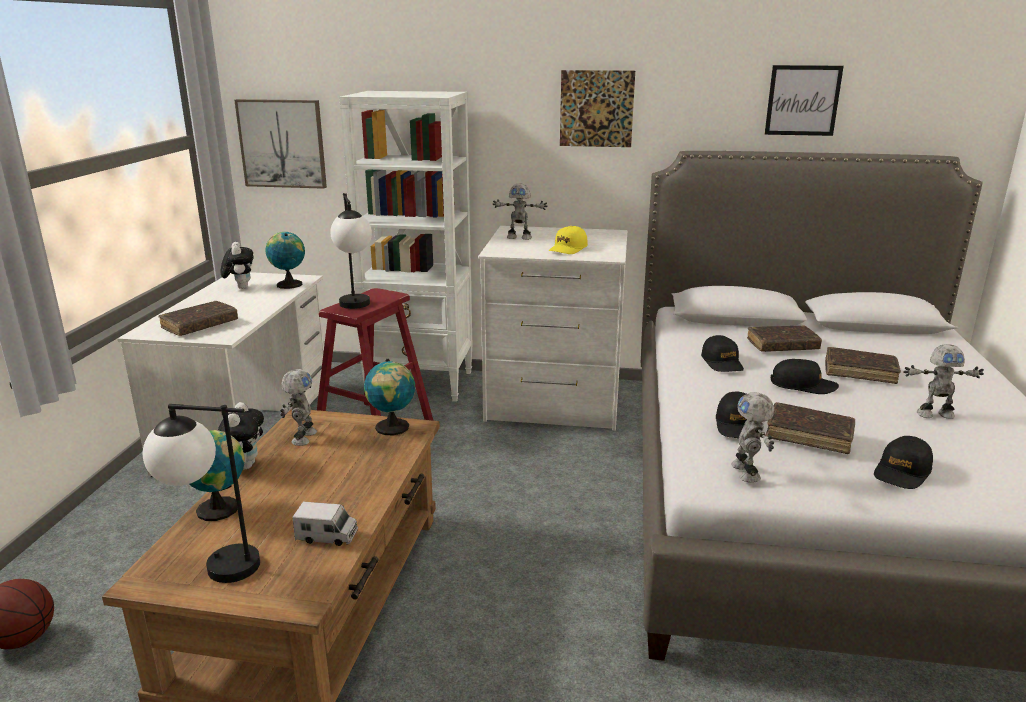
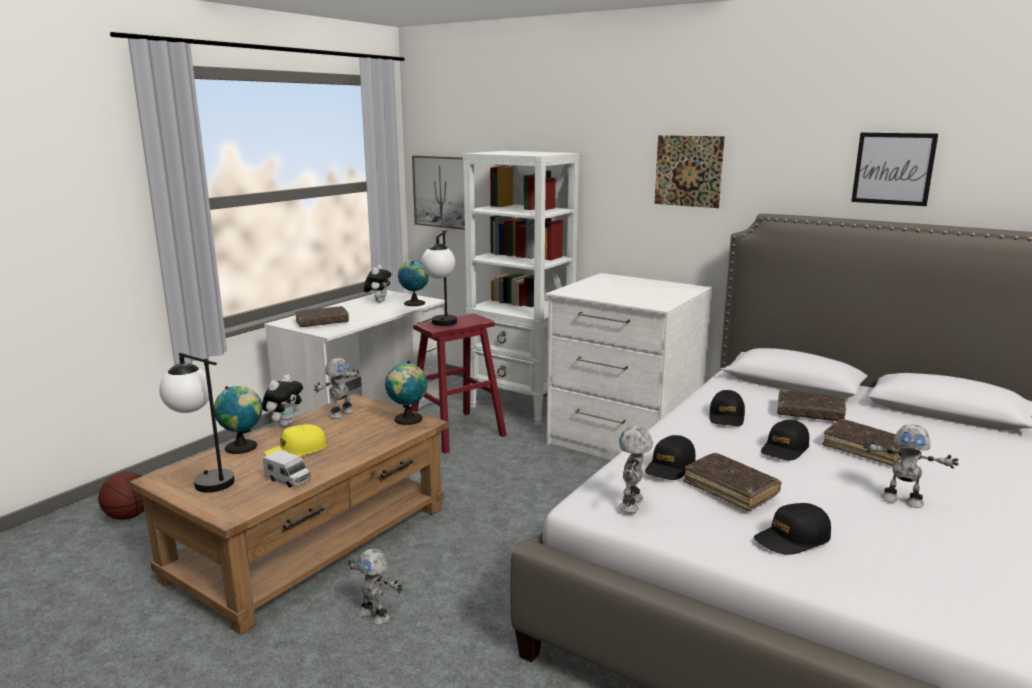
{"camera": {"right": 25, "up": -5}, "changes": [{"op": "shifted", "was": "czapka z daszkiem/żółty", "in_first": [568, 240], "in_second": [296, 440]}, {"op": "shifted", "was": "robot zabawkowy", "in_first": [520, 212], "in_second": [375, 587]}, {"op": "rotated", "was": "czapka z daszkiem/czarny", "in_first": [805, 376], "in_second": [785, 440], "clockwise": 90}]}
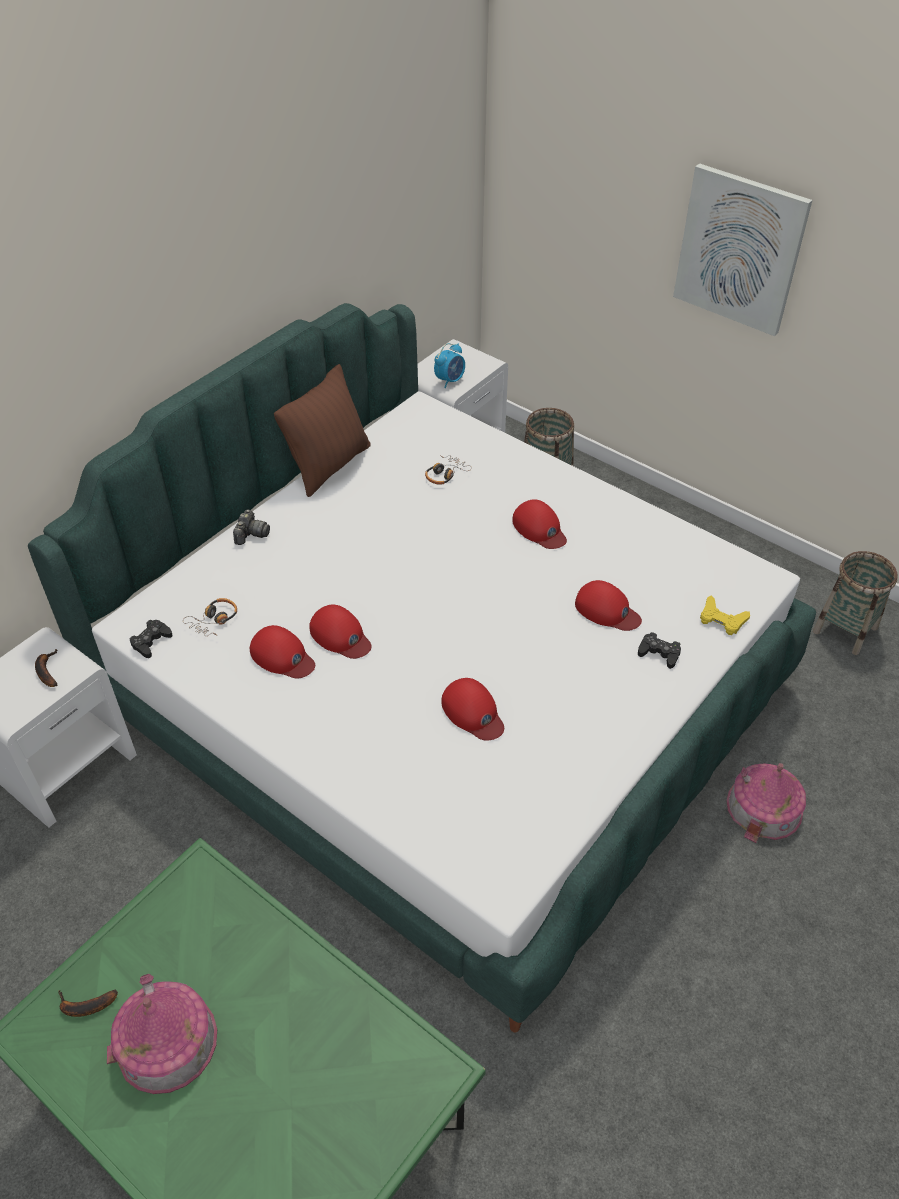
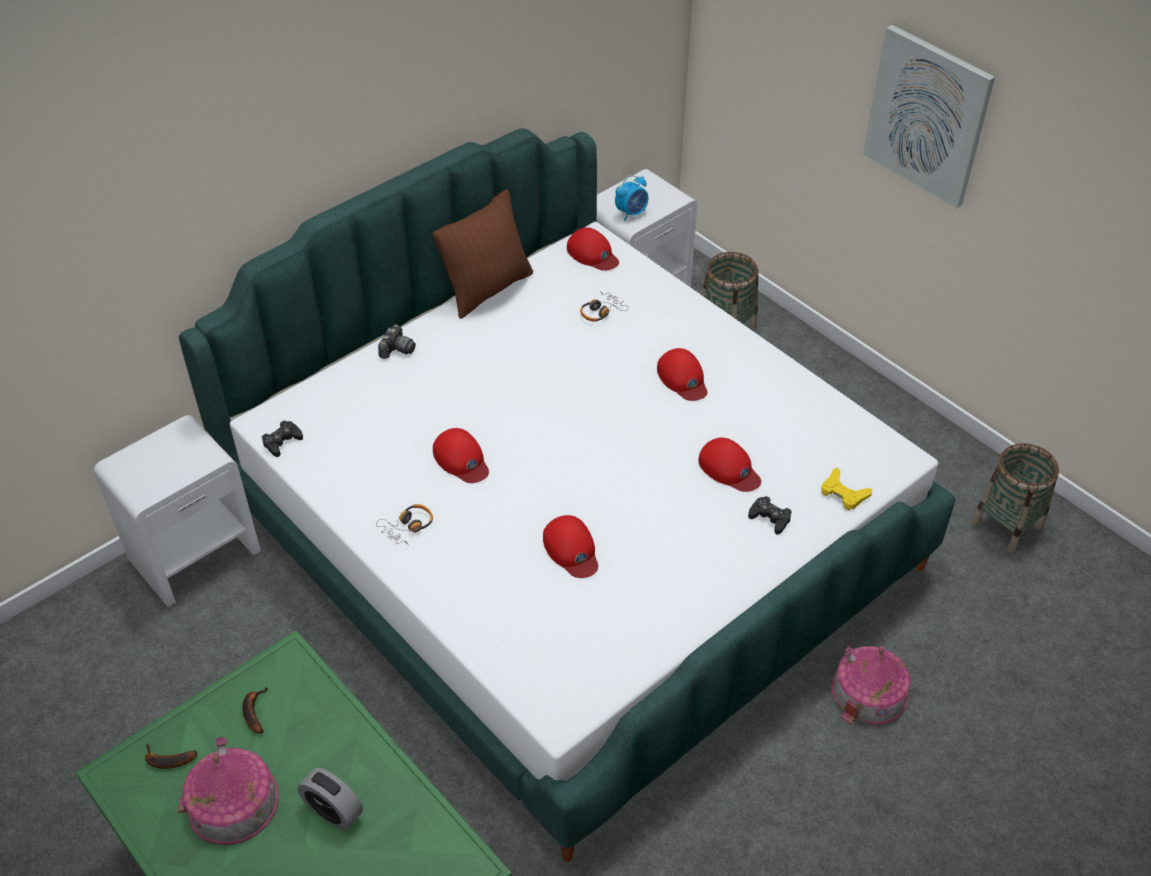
{"camera": {"right": 10, "up": 0}, "changes": [{"op": "shifted", "was": "banan", "in_first": [46, 668], "in_second": [255, 710]}, {"op": "new", "now": "budzik", "in_second": [330, 799]}, {"op": "shifted", "was": "słuchawki", "in_first": [210, 617], "in_second": [404, 524]}, {"op": "shifted", "was": "czapka z daszkiem/czerwony", "in_first": [282, 652], "in_second": [593, 249]}]}
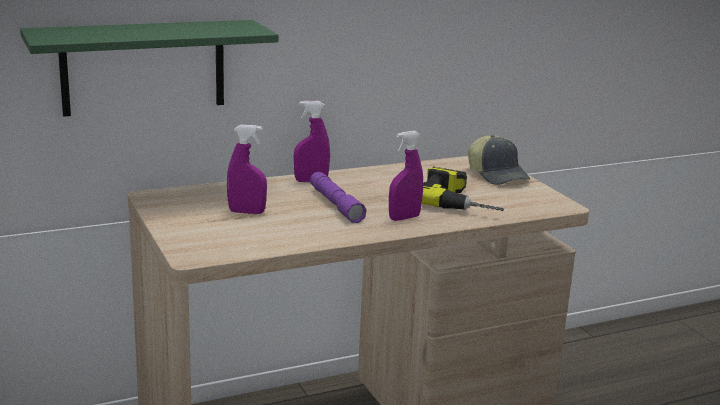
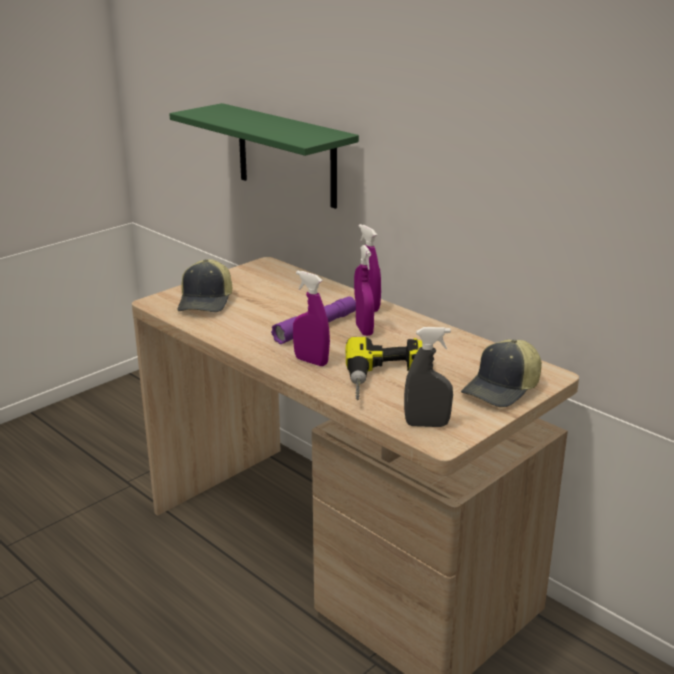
{"camera": {"right": 70, "up": 5}, "changes": [{"op": "new", "now": "czapka z daszkiem", "in_second": [205, 285]}, {"op": "shifted", "was": "spryskiwacz/fioletowy", "in_first": [247, 169], "in_second": [365, 290]}, {"op": "new", "now": "spryskiwacz/szary", "in_second": [428, 377]}]}
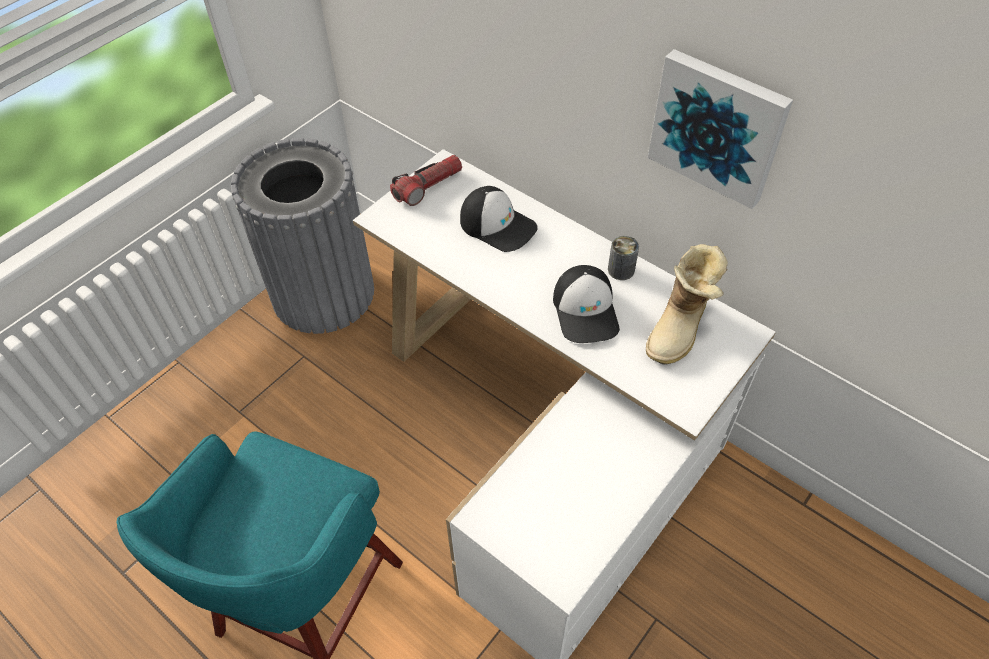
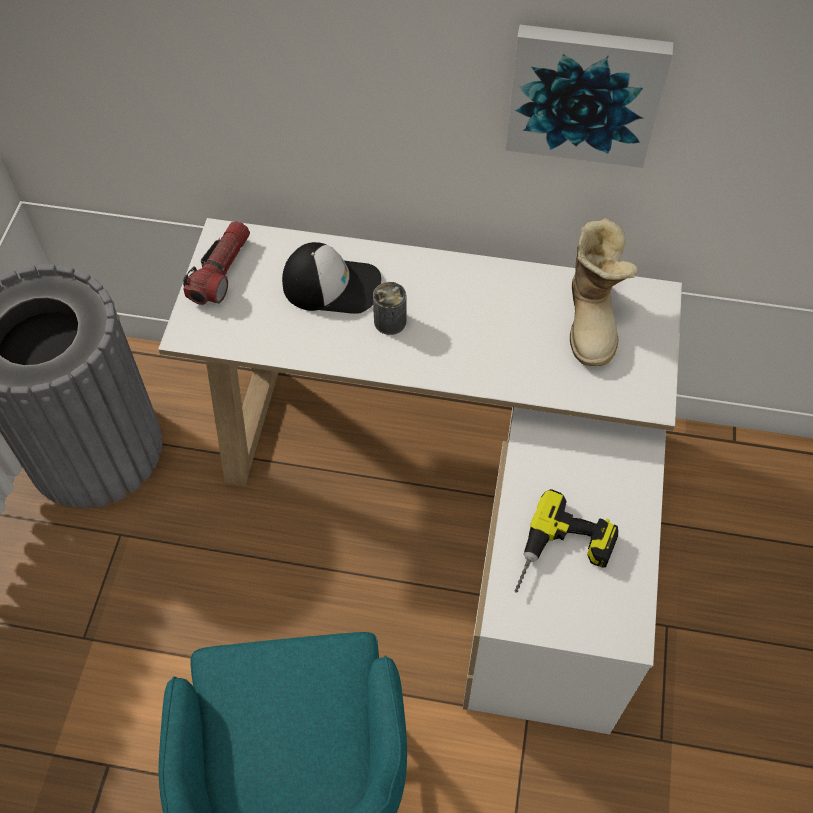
{"camera": {"right": -30, "up": 5}, "changes": [{"op": "shifted", "was": "puszka", "in_first": [623, 258], "in_second": [389, 308]}, {"op": "new", "now": "wiertarka", "in_second": [566, 540]}, {"op": "gone", "was": "czapka z daszkiem", "in_first": [586, 304]}]}
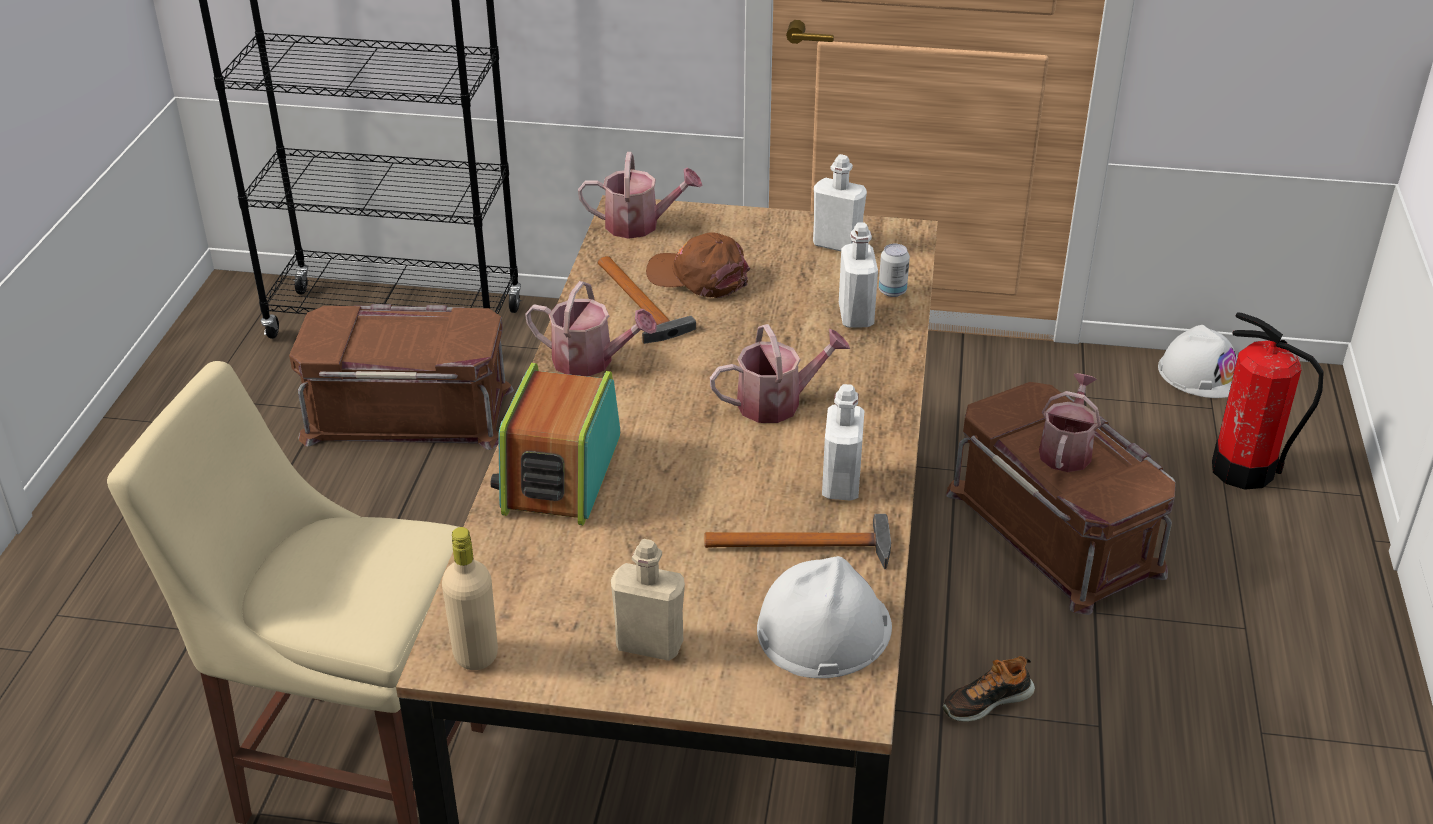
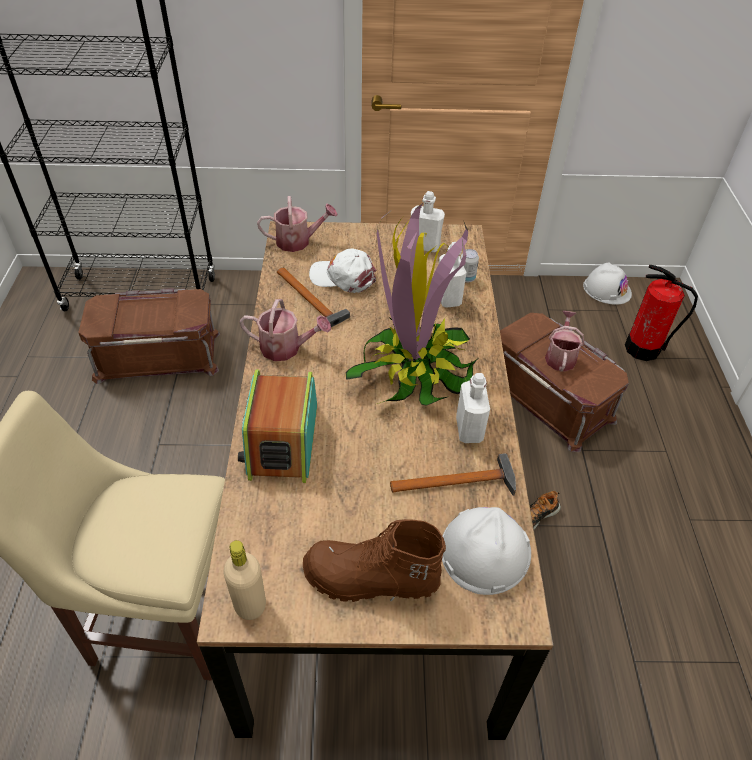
{"camera": {"right": -10, "up": 10}, "changes": [{"op": "swapped", "was": "butelka/beżowy", "now": "but z cholewką/brązowy", "in_first": [648, 600], "in_second": [374, 560]}, {"op": "repainted", "was": "czapka z daszkiem/brązowy", "now": "czapka z daszkiem/biały", "in_first": [698, 265], "in_second": [343, 271]}, {"op": "swapped", "was": "konewka", "now": "roślina doniczkowa", "in_first": [780, 373], "in_second": [411, 304]}]}
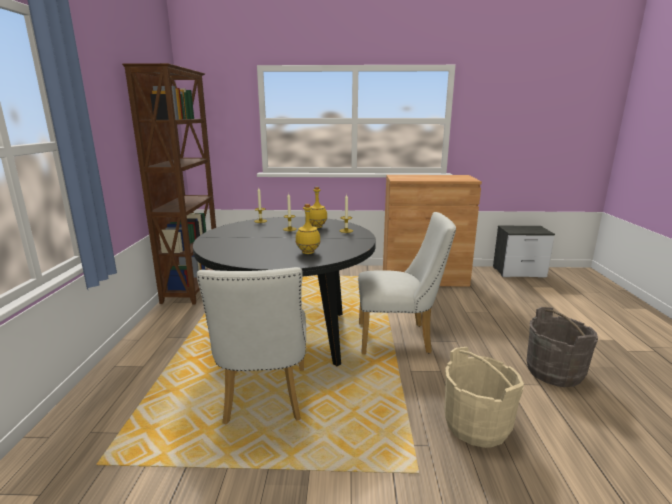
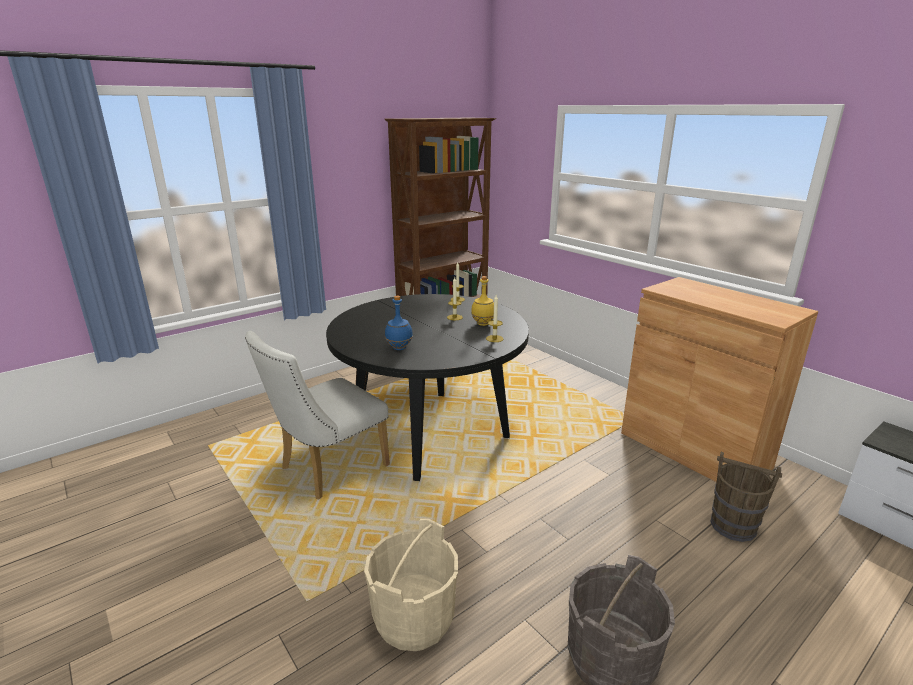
{"camera": {"right": 50, "up": 5}, "changes": [{"op": "repainted", "was": "butelka/żółty", "now": "butelka/niebieski", "in_first": [308, 229], "in_second": [399, 323]}, {"op": "new", "now": "wiadro/brązowy", "in_second": [746, 497]}, {"op": "gone", "was": "krzesło/biały", "in_first": [407, 283]}]}
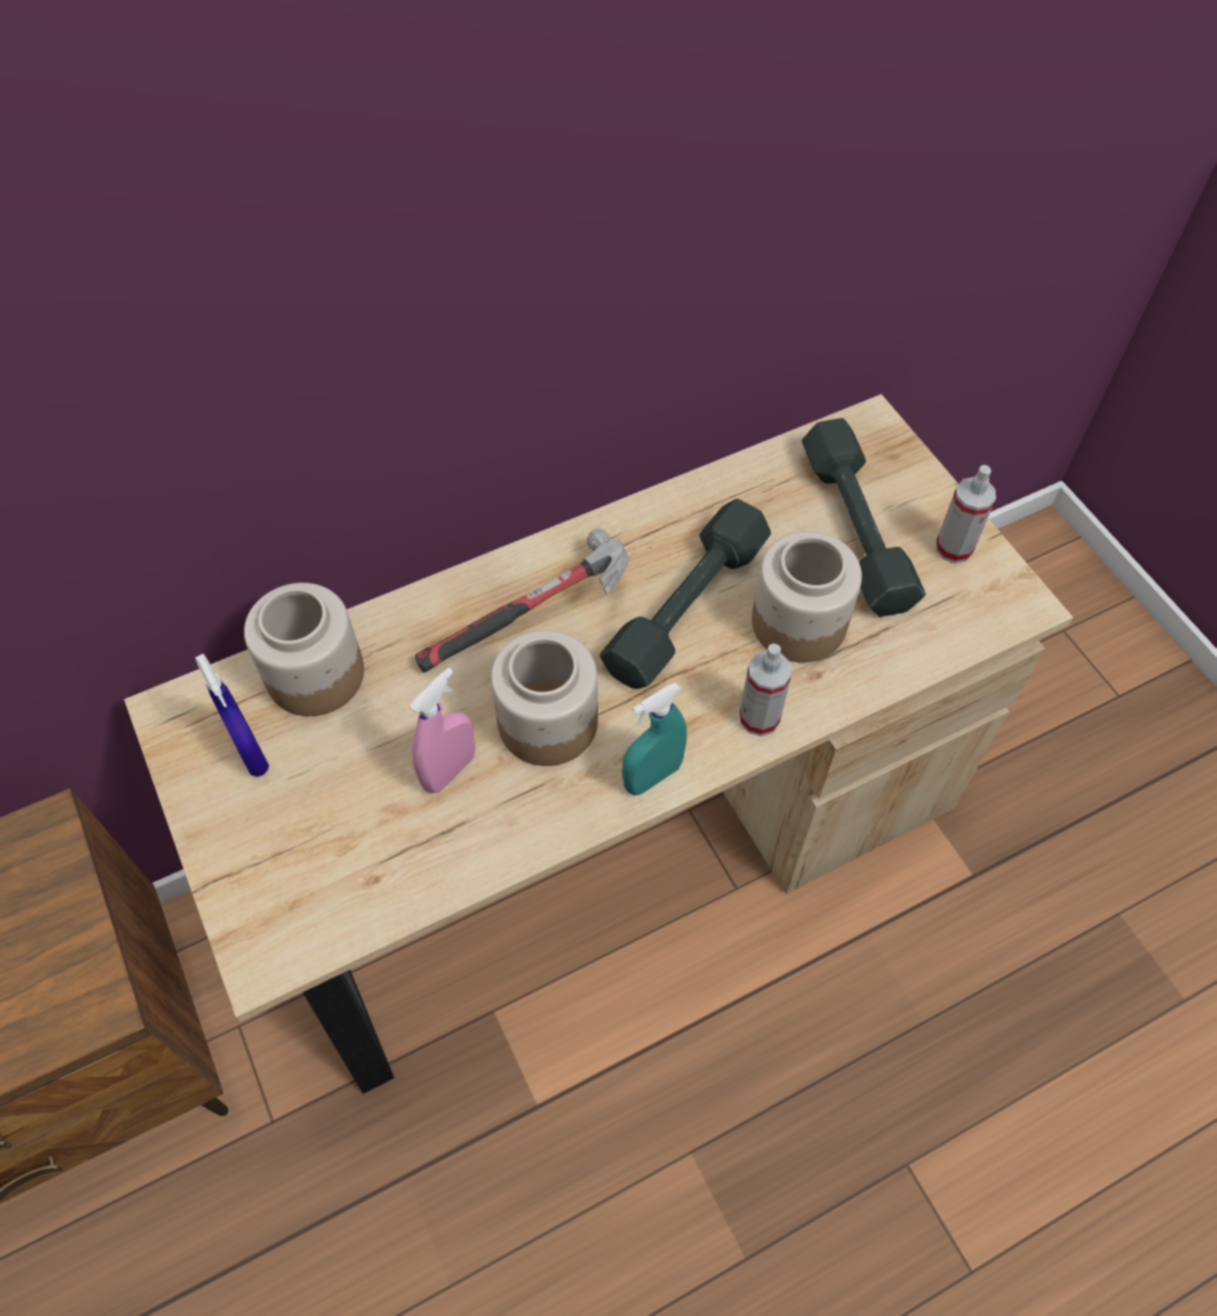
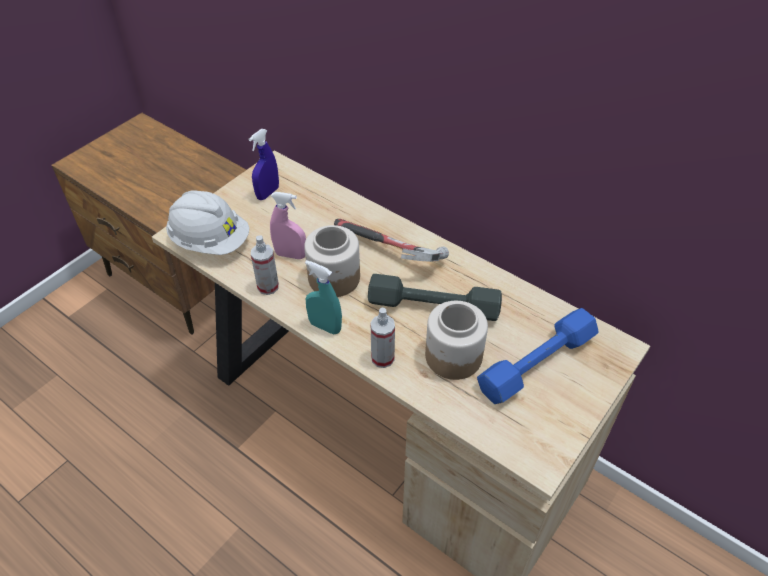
{"camera": {"right": 65, "up": -10}, "changes": [{"op": "new", "now": "kask/biały", "in_second": [207, 223]}, {"op": "shifted", "was": "spryskiwacz", "in_first": [966, 514], "in_second": [265, 265]}, {"op": "repainted", "was": "hantel/szary", "now": "hantel/niebieski", "in_first": [864, 517], "in_second": [538, 356]}, {"op": "gone", "was": "słoik", "in_first": [304, 649]}]}
